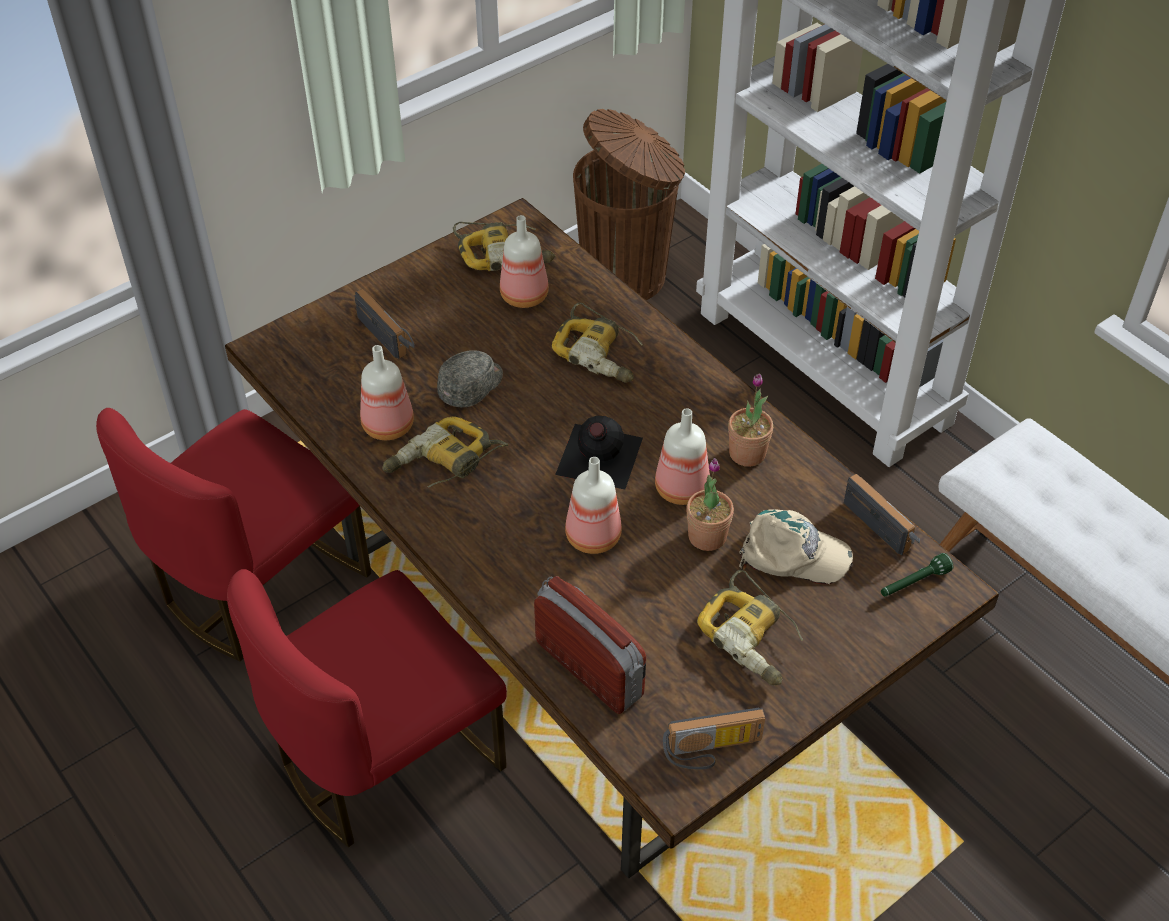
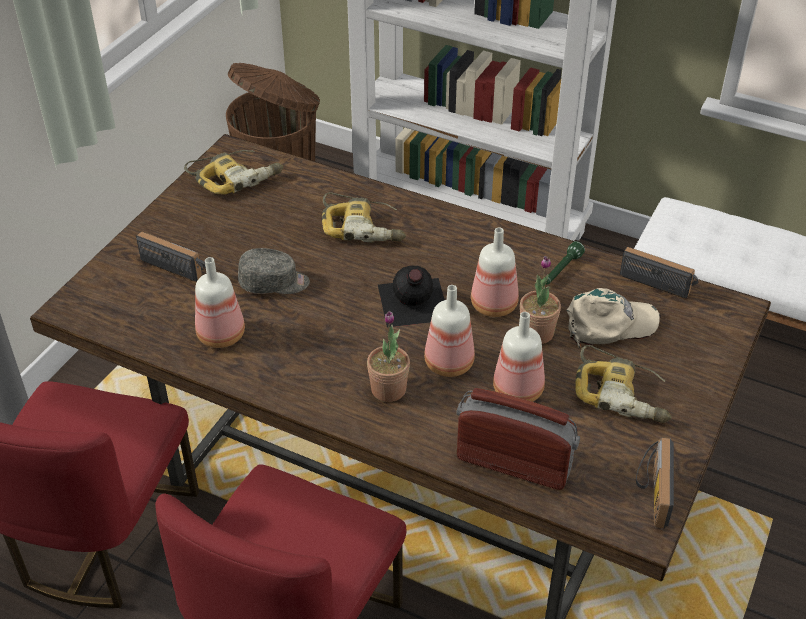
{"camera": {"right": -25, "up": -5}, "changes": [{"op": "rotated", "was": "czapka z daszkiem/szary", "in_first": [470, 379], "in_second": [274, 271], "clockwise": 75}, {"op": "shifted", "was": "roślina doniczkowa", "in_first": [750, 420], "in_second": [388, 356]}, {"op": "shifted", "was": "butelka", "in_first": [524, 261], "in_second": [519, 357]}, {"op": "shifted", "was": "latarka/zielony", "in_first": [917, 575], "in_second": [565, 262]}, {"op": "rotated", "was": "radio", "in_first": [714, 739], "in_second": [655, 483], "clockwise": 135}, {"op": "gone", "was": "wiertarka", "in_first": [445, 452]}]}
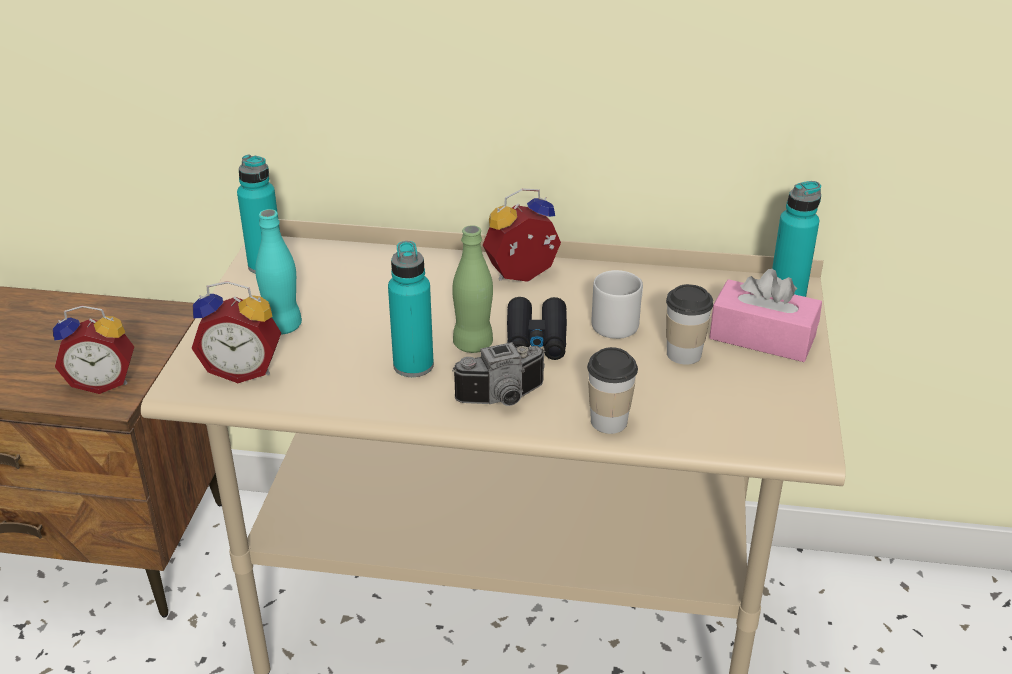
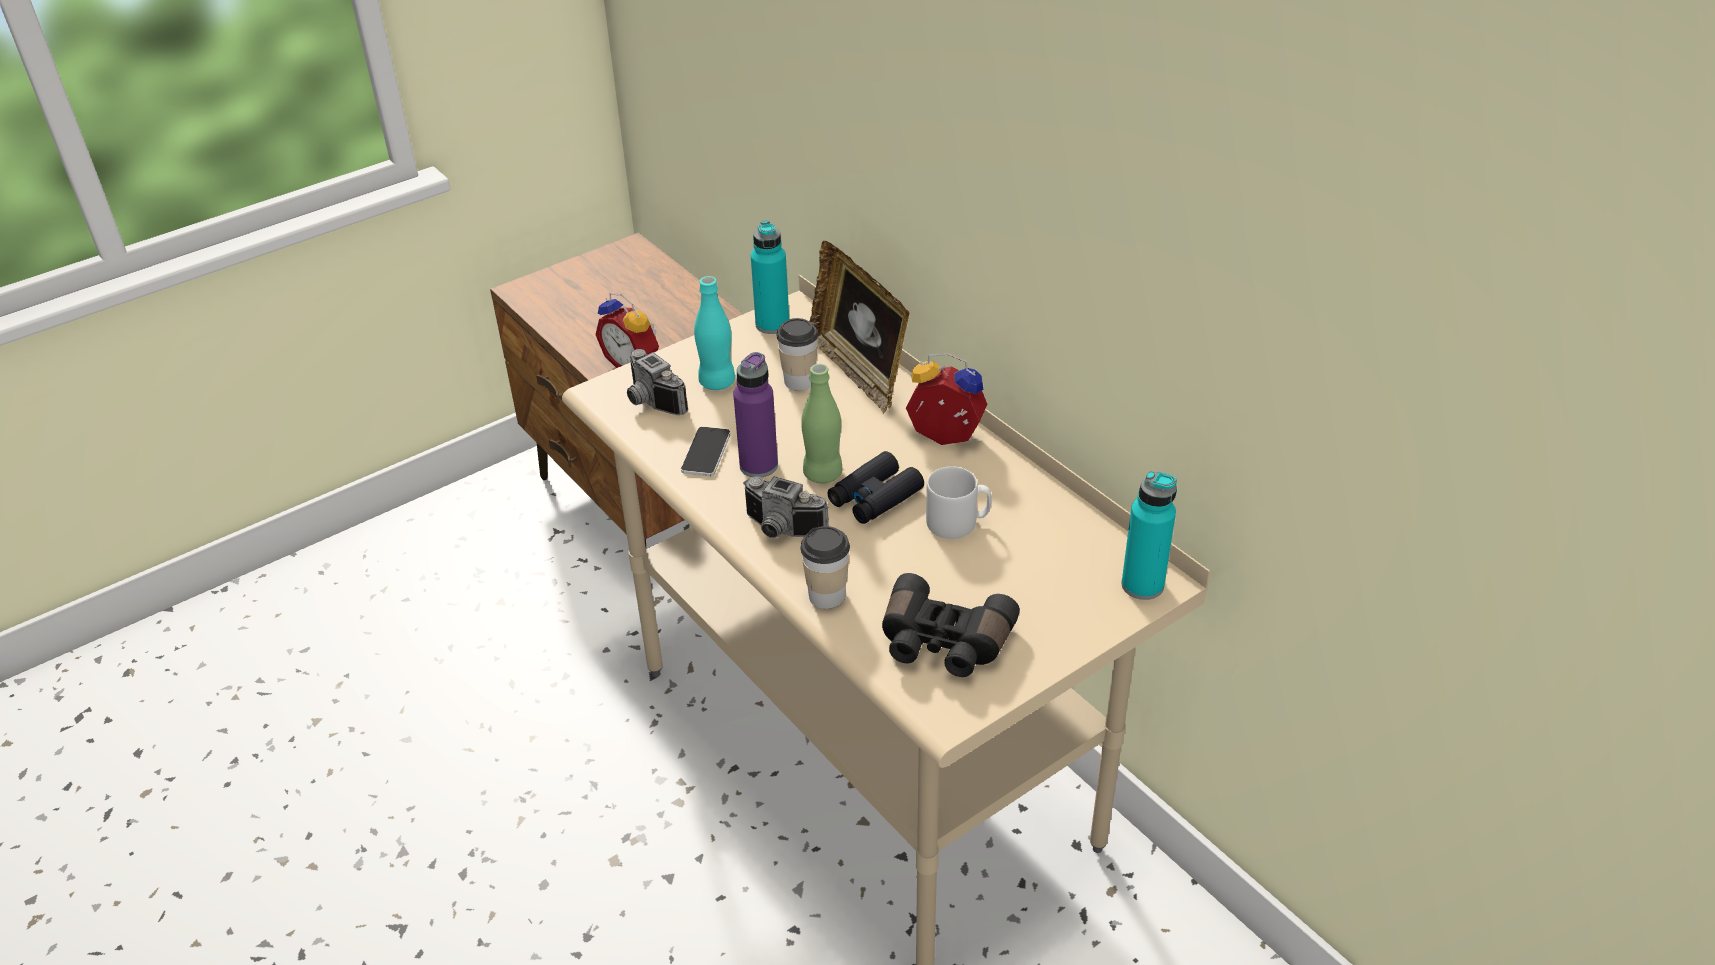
{"camera": {"right": 45, "up": 5}, "changes": [{"op": "swapped", "was": "budzik", "now": "aparat fotograficzny", "in_first": [236, 332], "in_second": [657, 382]}, {"op": "new", "now": "telefon", "in_second": [706, 451]}, {"op": "repainted", "was": "butelka/turkusowy", "now": "butelka/fioletowy", "in_first": [411, 309], "in_second": [755, 415]}, {"op": "shifted", "was": "filiżanka", "in_first": [689, 324], "in_second": [797, 354]}, {"op": "new", "now": "ramka na zdjęcie", "in_second": [859, 327]}, {"op": "new", "now": "lornetka/czarny", "in_second": [951, 625]}, {"op": "gone", "was": "pudełko chusteczek/różowy", "in_first": [765, 315]}]}
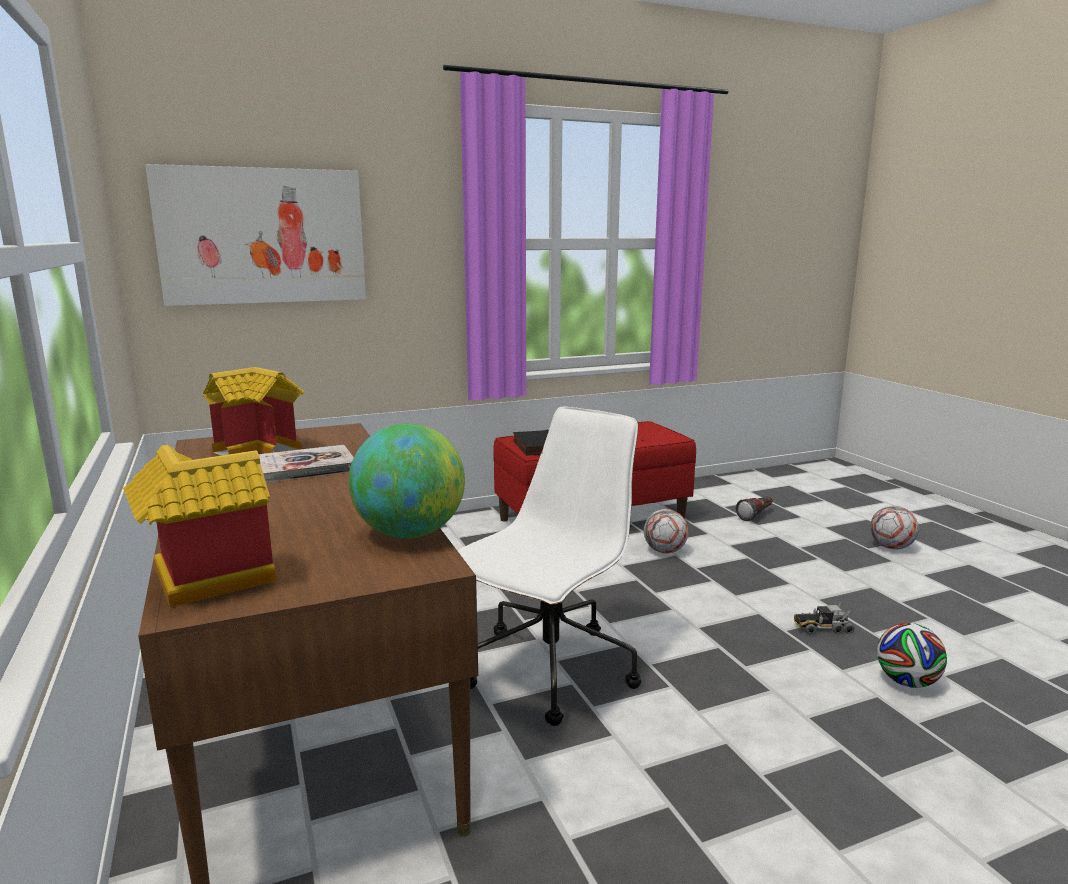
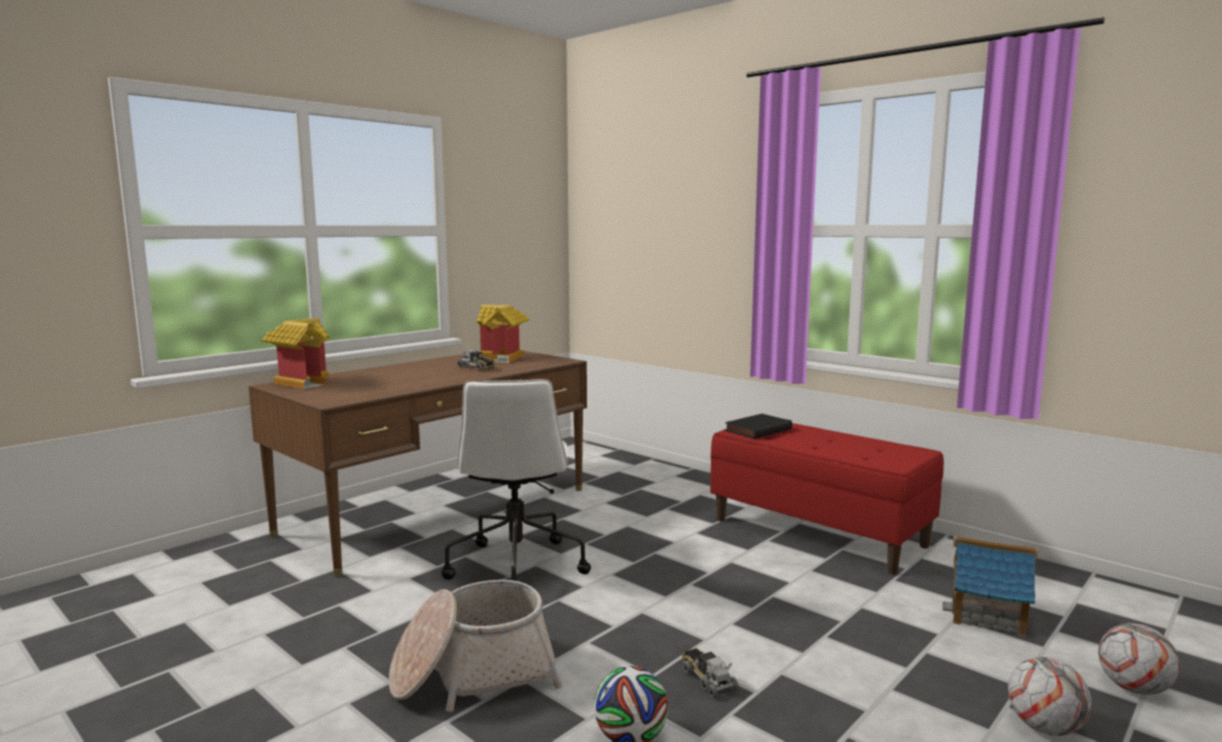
{"camera": {"right": 65, "up": -5}, "changes": [{"op": "new", "now": "koszyk", "in_second": [476, 646]}, {"op": "rotated", "was": "krzesło biurowe/biały", "in_first": [549, 566], "in_second": [516, 480], "clockwise": 75}, {"op": "swapped", "was": "książka", "now": "ciężarówka zabawkowa", "in_first": [306, 464], "in_second": [476, 358]}, {"op": "swapped", "was": "latarka", "now": "domek", "in_first": [754, 508], "in_second": [990, 586]}, {"op": "shifted", "was": "piłka futbolowa", "in_first": [666, 531], "in_second": [1139, 659]}, {"op": "gone", "was": "obraz", "in_first": [255, 235]}, {"op": "gone", "was": "globus", "in_first": [407, 480]}]}
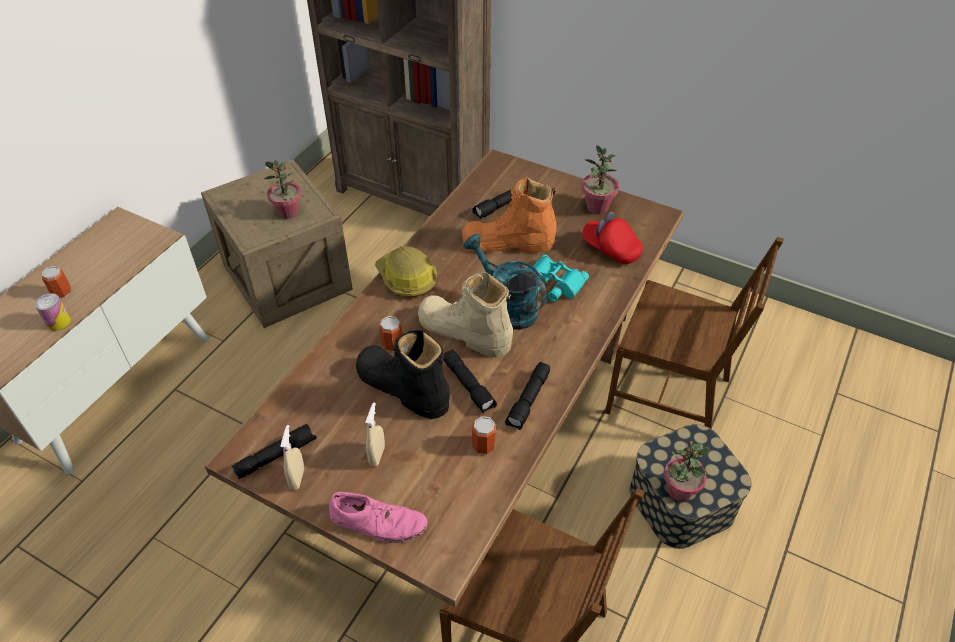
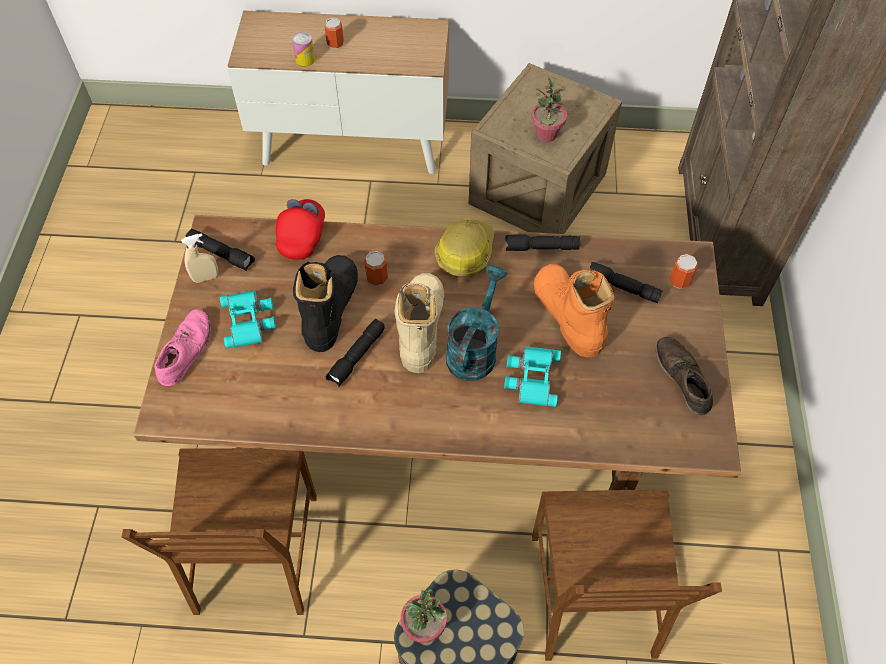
{"camera": {"right": 65, "up": 10}, "changes": [{"op": "rotated", "was": "but/różowy", "in_first": [378, 517], "in_second": [183, 347], "clockwise": -150}, {"op": "swapped", "was": "spryskiwacz/beżowy", "now": "lornetka/turkusowy", "in_first": [375, 434], "in_second": [248, 319]}, {"op": "shifted", "was": "czapka z daszkiem/czerwony", "in_first": [612, 238], "in_second": [300, 229]}, {"op": "shifted", "was": "latarka/czarny", "in_first": [527, 396], "in_second": [543, 242]}, {"op": "swapped", "was": "roślina doniczkowa", "now": "but/brązowy", "in_first": [600, 179], "in_second": [684, 376]}, {"op": "shifted", "was": "puszka", "in_first": [484, 435], "in_second": [683, 271]}]}
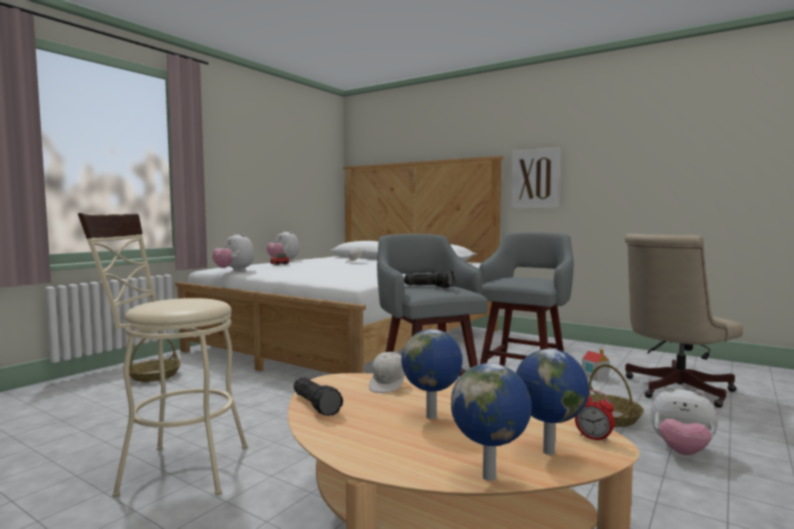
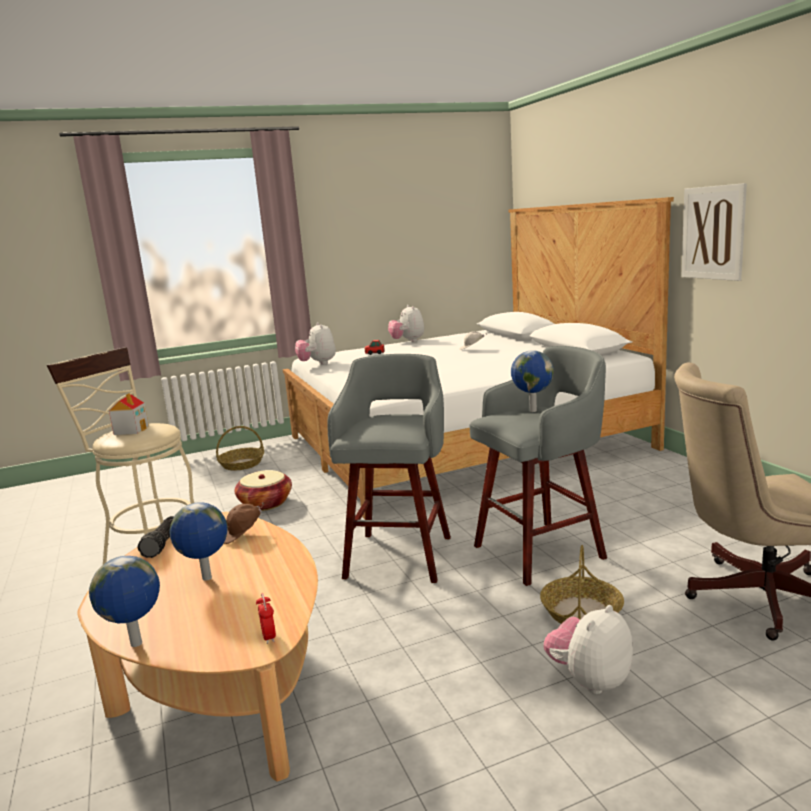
{"camera": {"right": 35, "up": 10}, "changes": [{"op": "shifted", "was": "domek", "in_first": [596, 365], "in_second": [129, 414]}, {"op": "repainted", "was": "czapka z daszkiem/biały", "now": "czapka z daszkiem/brązowy", "in_first": [387, 372], "in_second": [244, 523]}, {"op": "new", "now": "koszyk", "in_second": [263, 490]}, {"op": "shifted", "was": "globus", "in_first": [552, 402], "in_second": [532, 381]}, {"op": "rotated", "was": "pluszak", "in_first": [684, 420], "in_second": [588, 649], "clockwise": 75}, {"op": "gone", "was": "latarka", "in_first": [429, 279]}]}
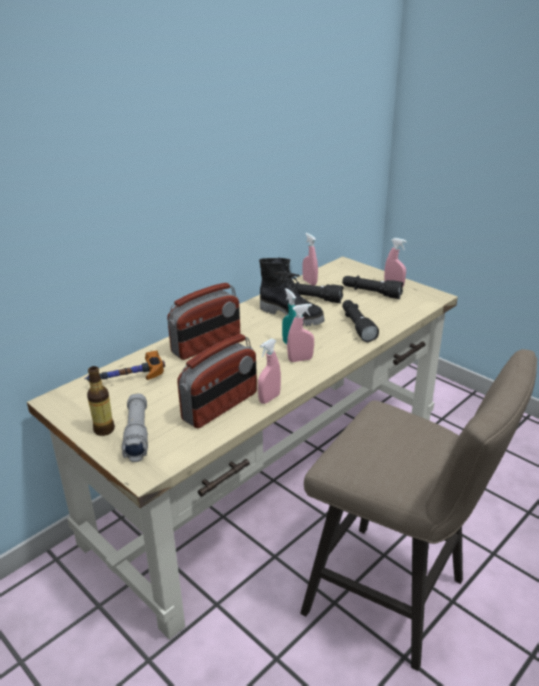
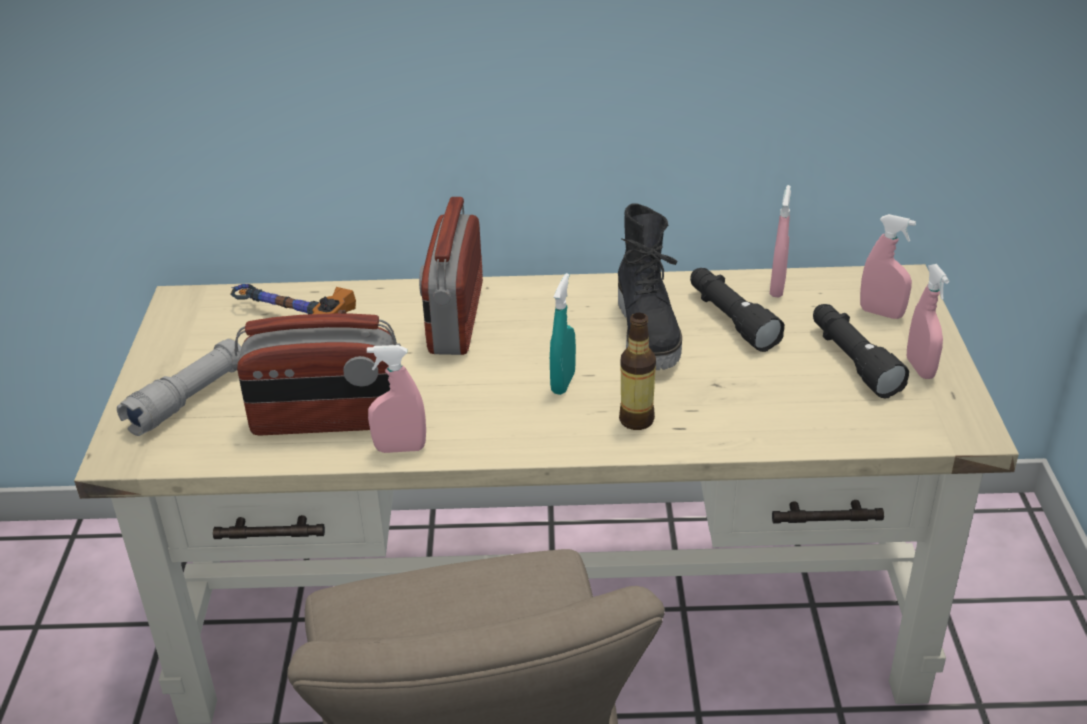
{"camera": {"right": 45, "up": 5}, "changes": [{"op": "rotated", "was": "radio", "in_first": [203, 321], "in_second": [451, 276], "clockwise": 90}, {"op": "shifted", "was": "butelka", "in_first": [101, 401], "in_second": [637, 371]}, {"op": "shifted", "was": "spryskiwacz/różowy", "in_first": [300, 333], "in_second": [888, 266]}, {"op": "gone", "was": "latarka/czarny", "in_first": [360, 321]}]}
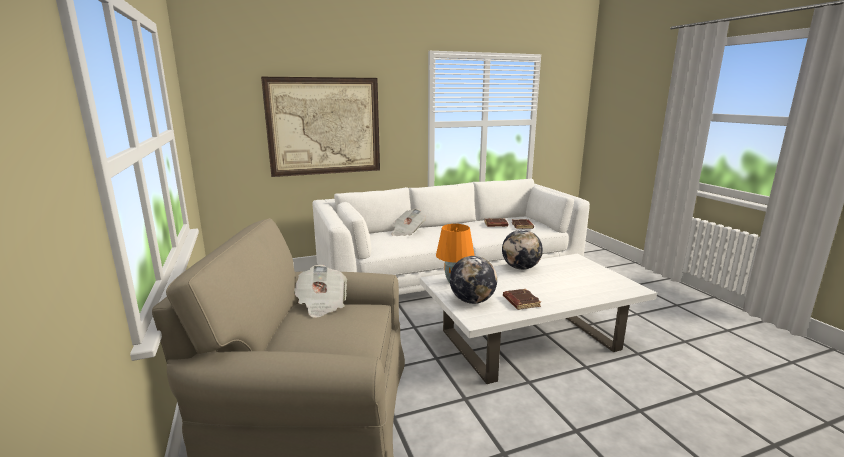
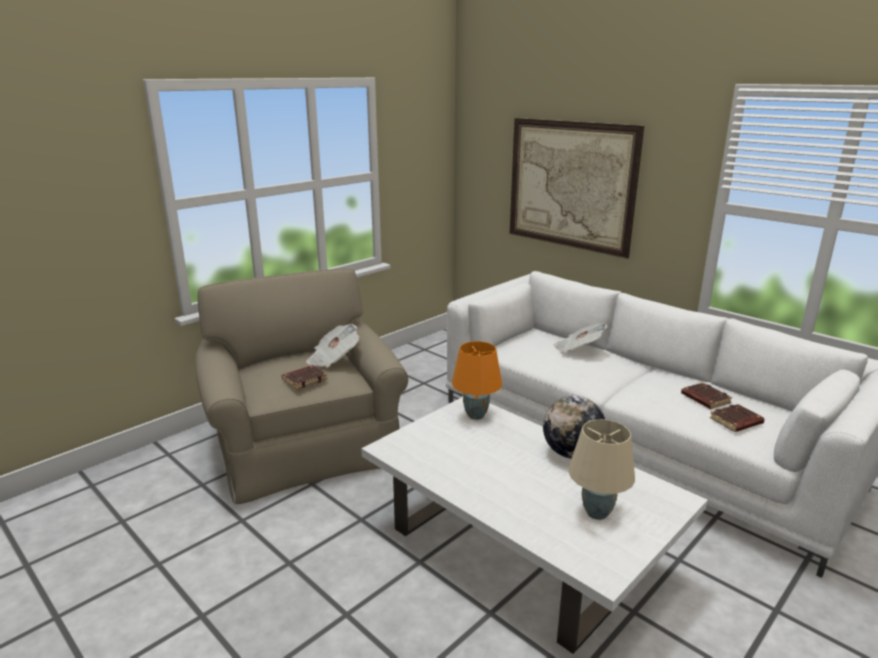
{"camera": {"right": 65, "up": 5}, "changes": [{"op": "shifted", "was": "książka/brązowy", "in_first": [522, 299], "in_second": [304, 377]}, {"op": "new", "now": "lampa stołowa/beżowy", "in_second": [601, 469]}, {"op": "gone", "was": "globus", "in_first": [473, 280]}]}
